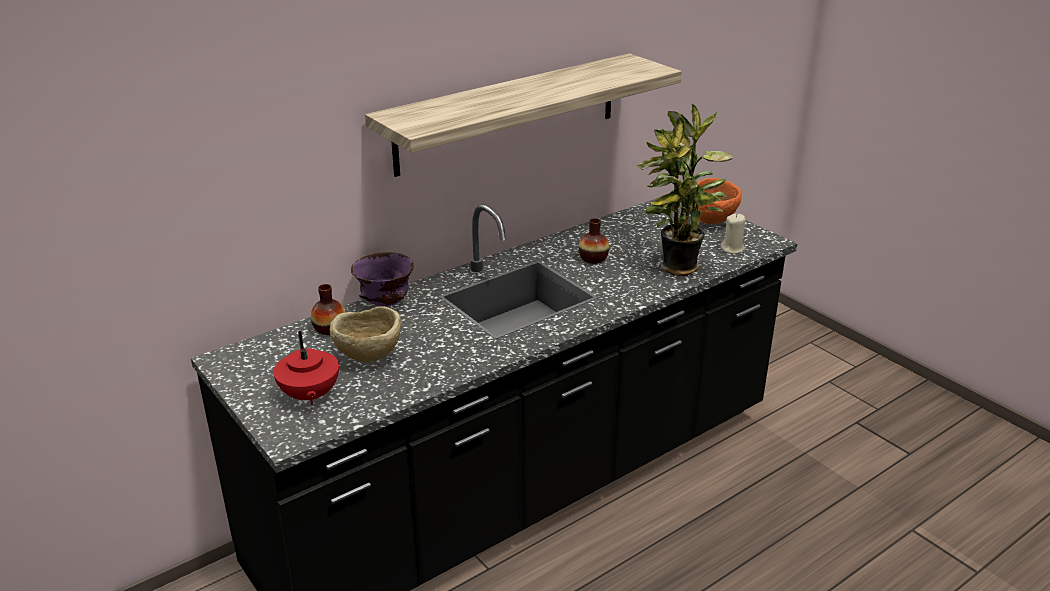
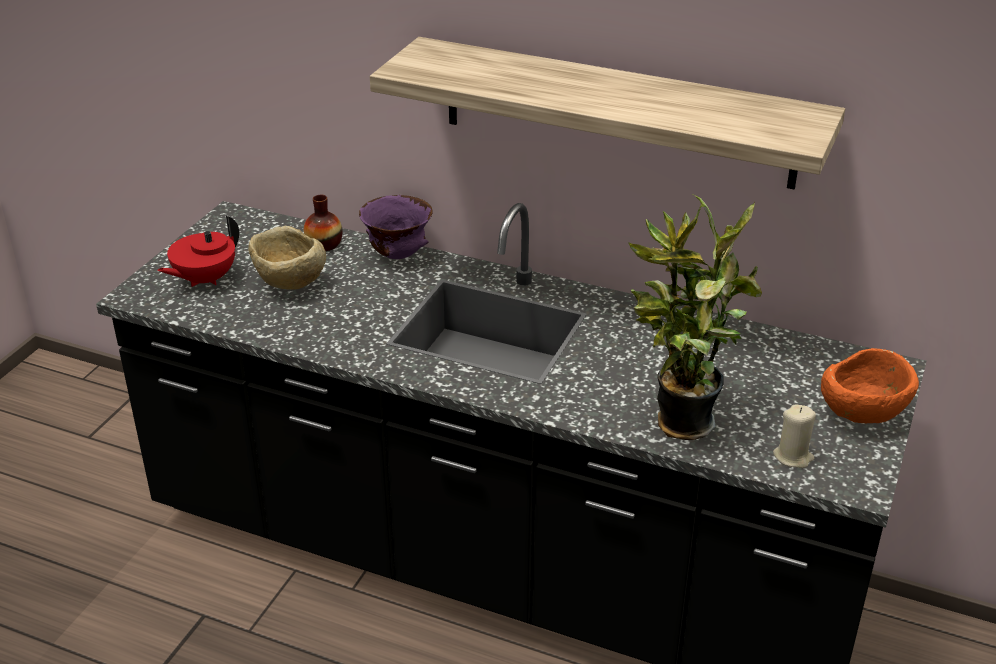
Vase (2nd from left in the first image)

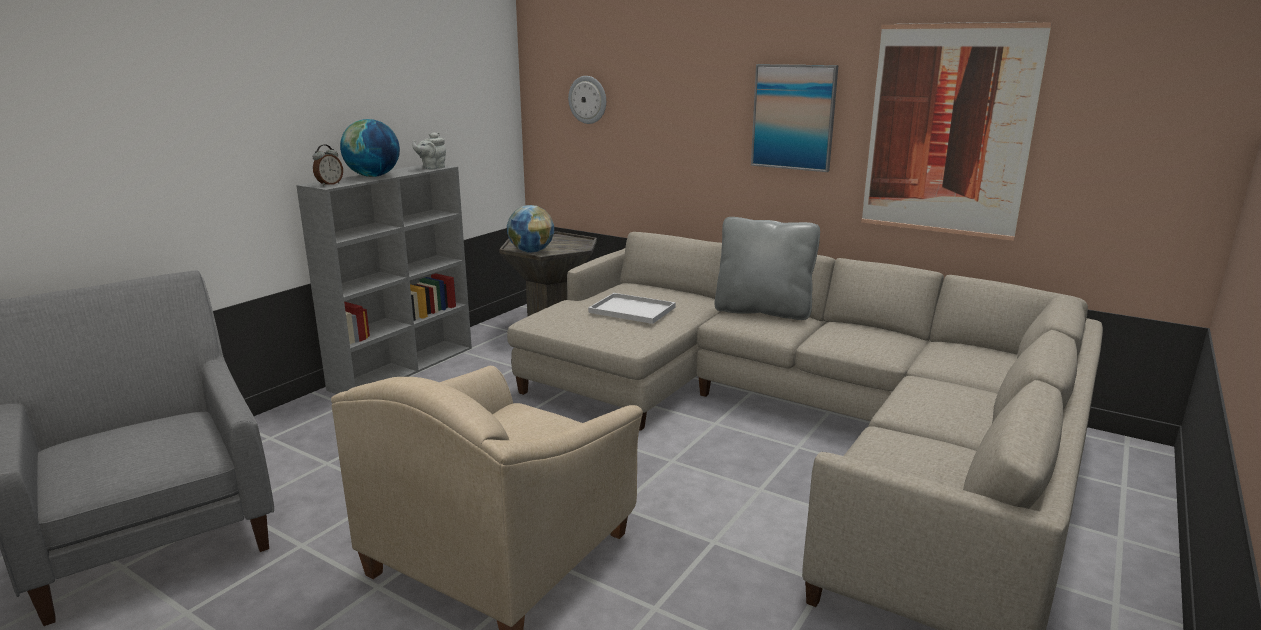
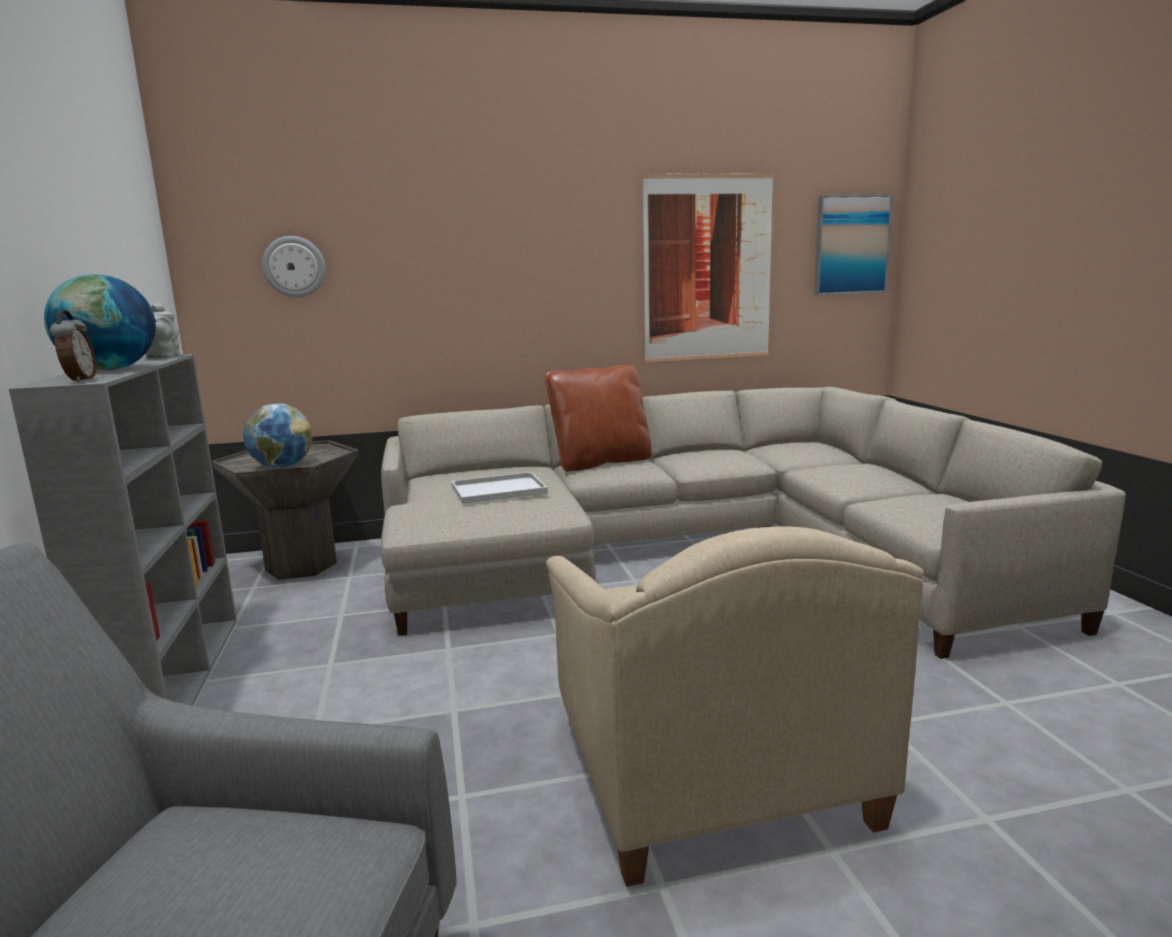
BrownPillow
Picture (2nd from left)

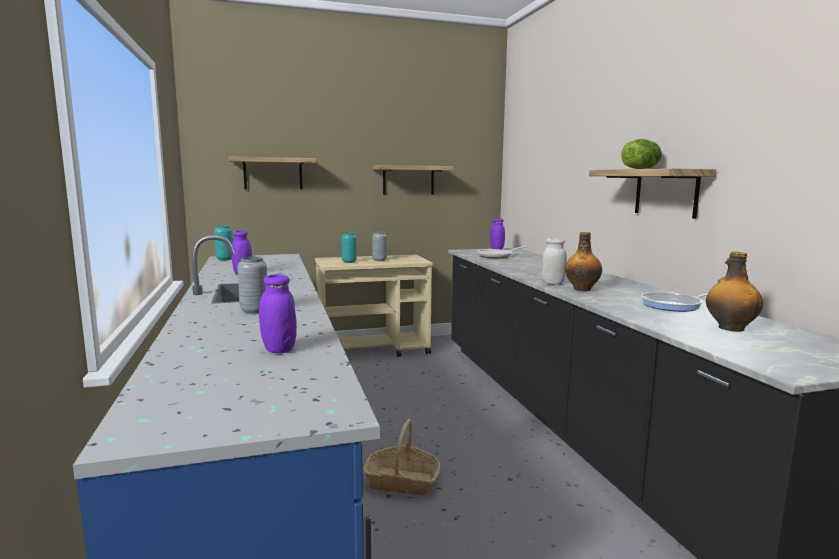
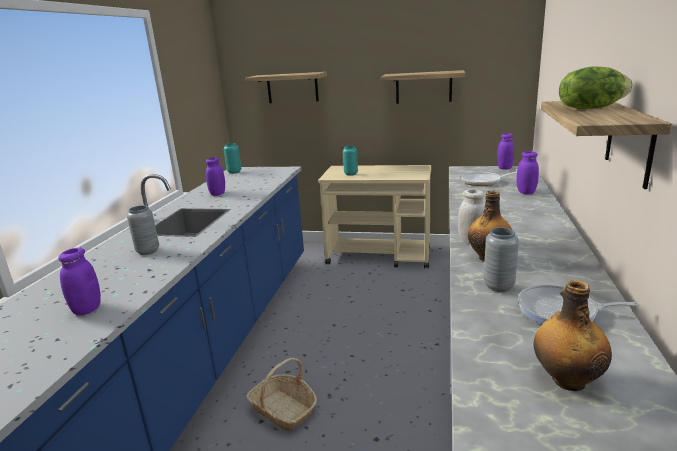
GreyVase (2nd from left)
PurpleJar (4th from left)

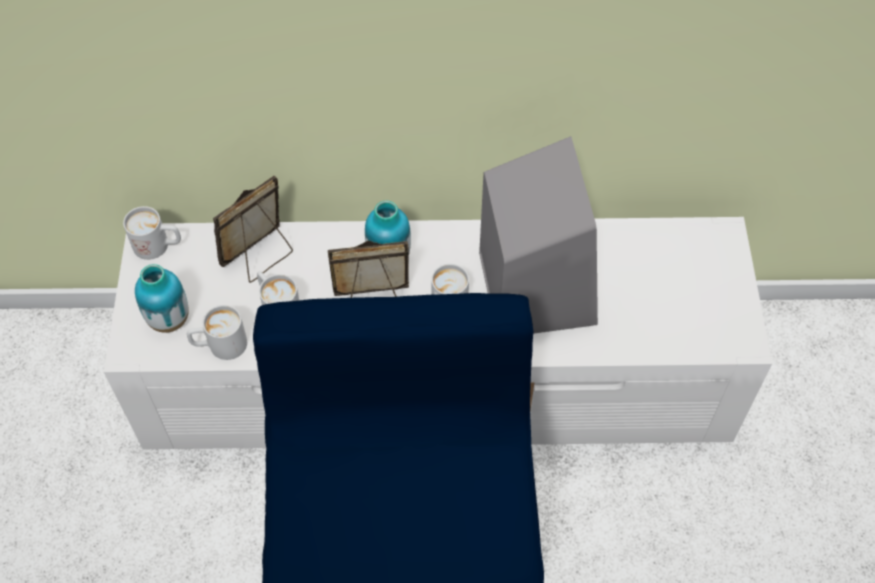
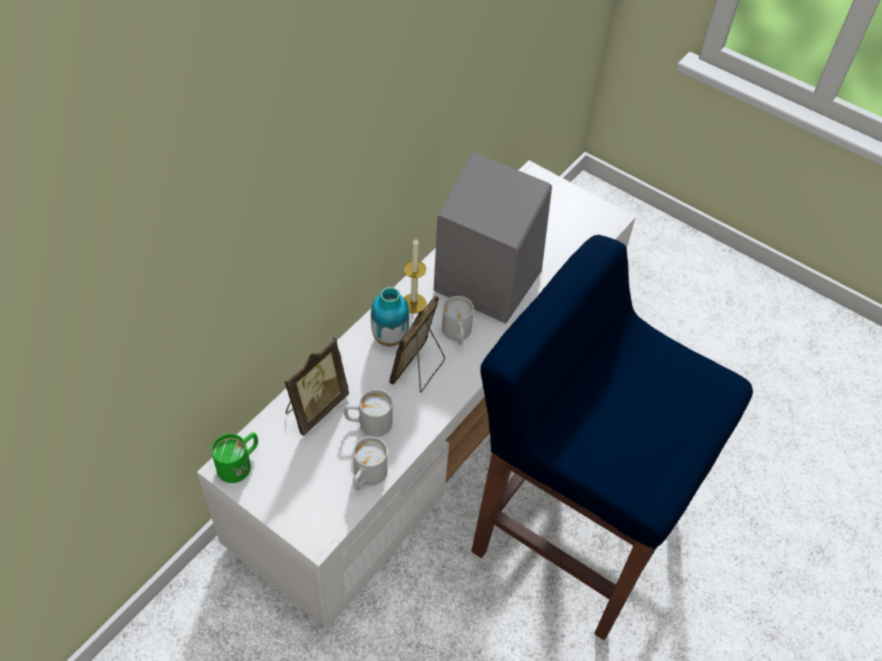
GreenMug
Vase (1st from left in the first image)
PictureFrame (1st from left)
Candle

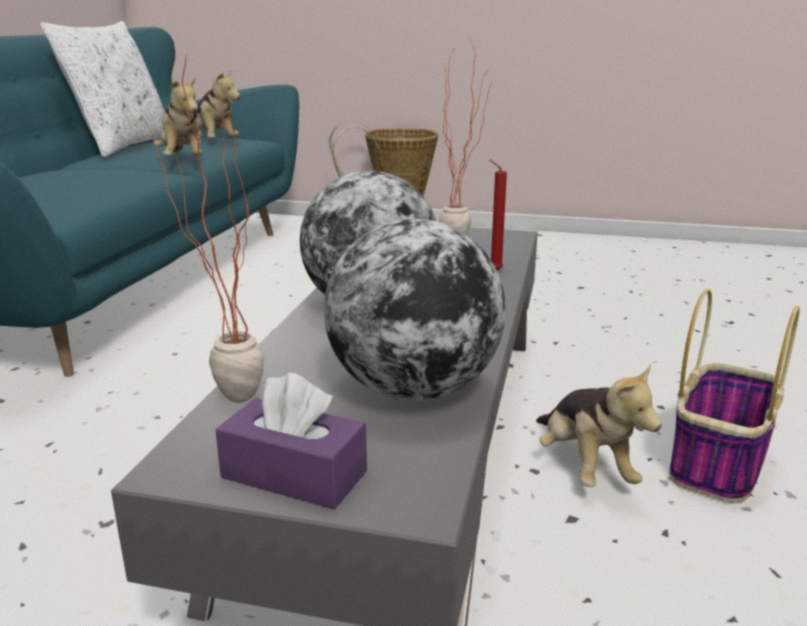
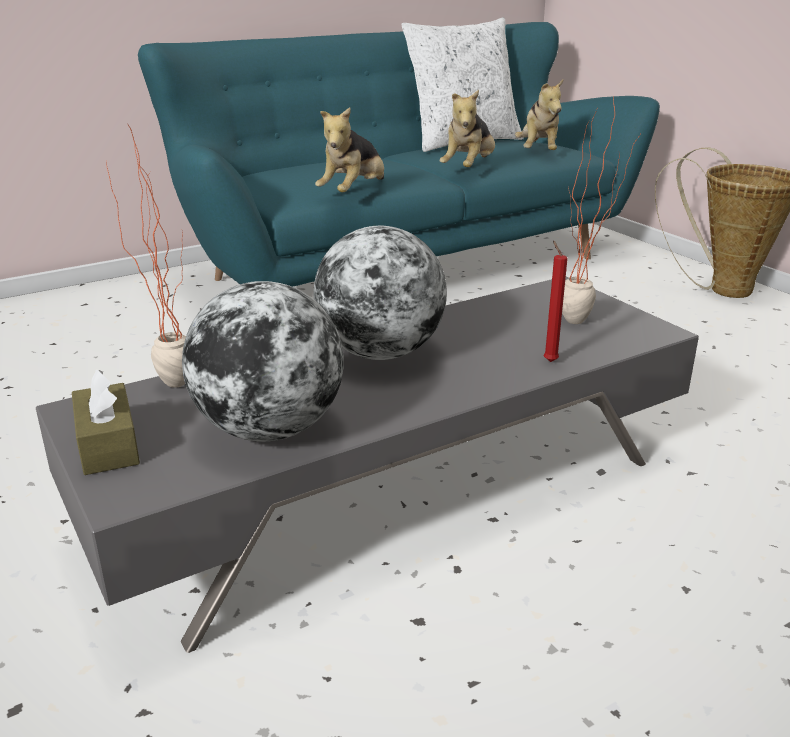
BrownTissueBox
PlushToy (1st from left)
Basket (2nd from left in the first image)

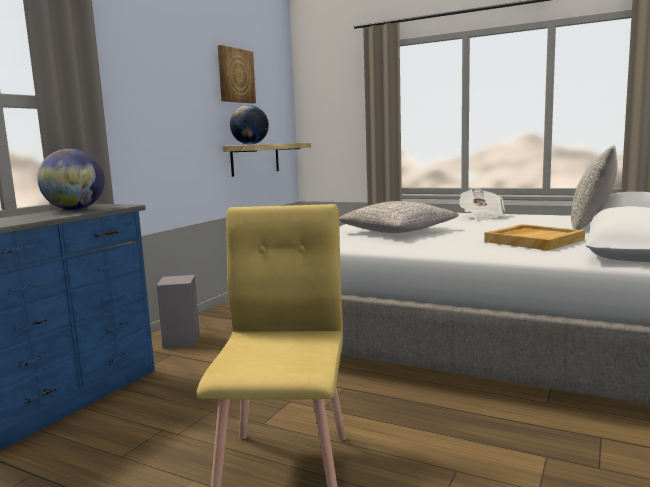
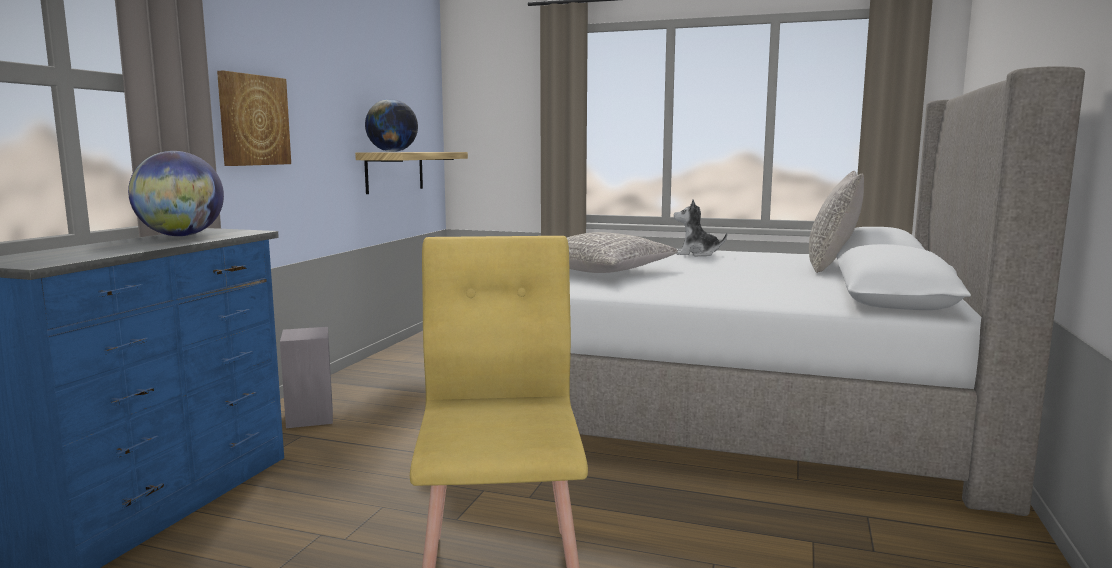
Picture
PlushToy
BeigeTray

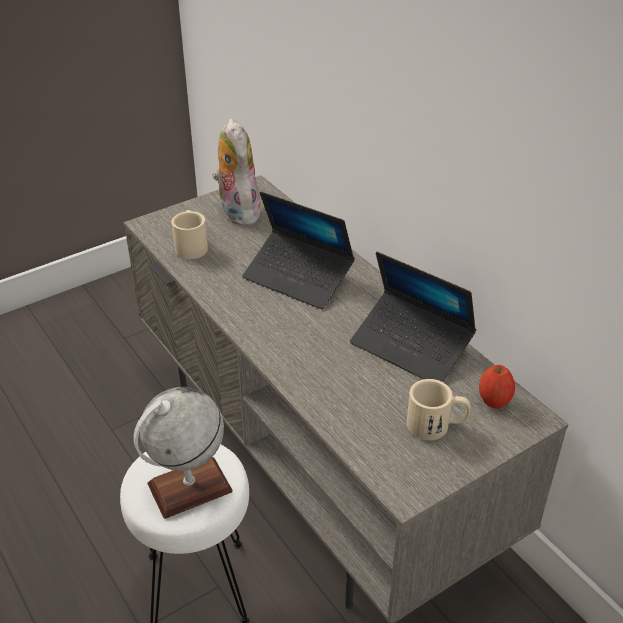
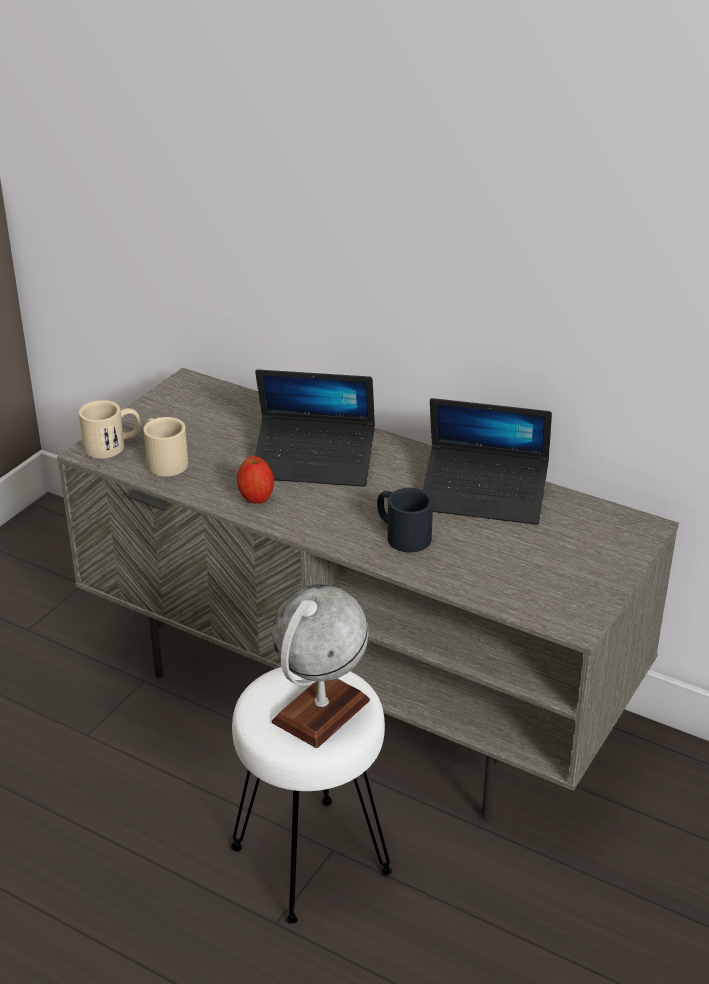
PlushToy
BeigeMug (1st from left)
Apple
BlackMug

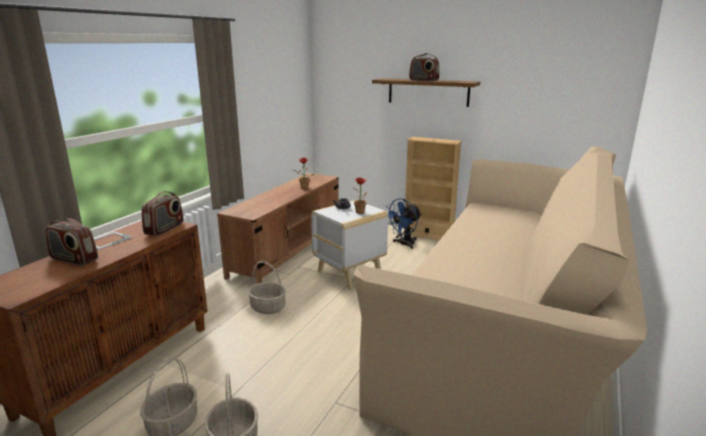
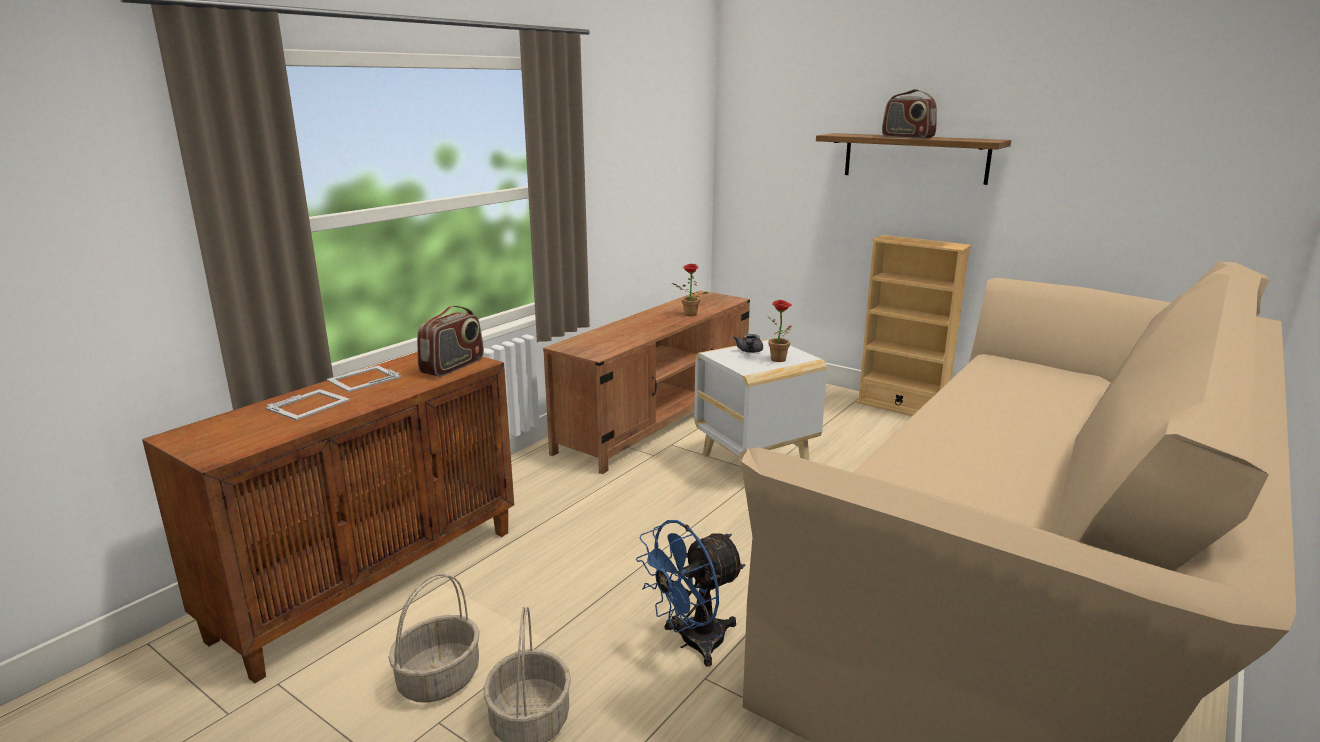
PictureFrame (1st from left)
Basket (3rd from left in the first image)
BlueFan

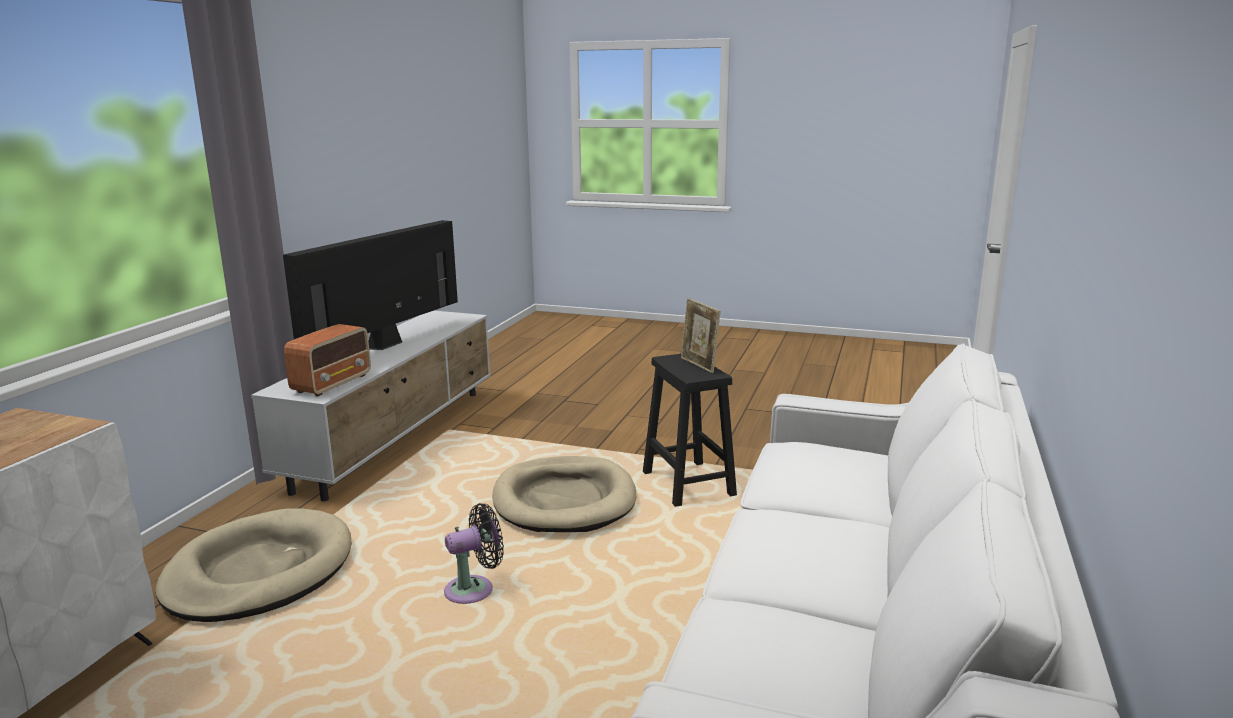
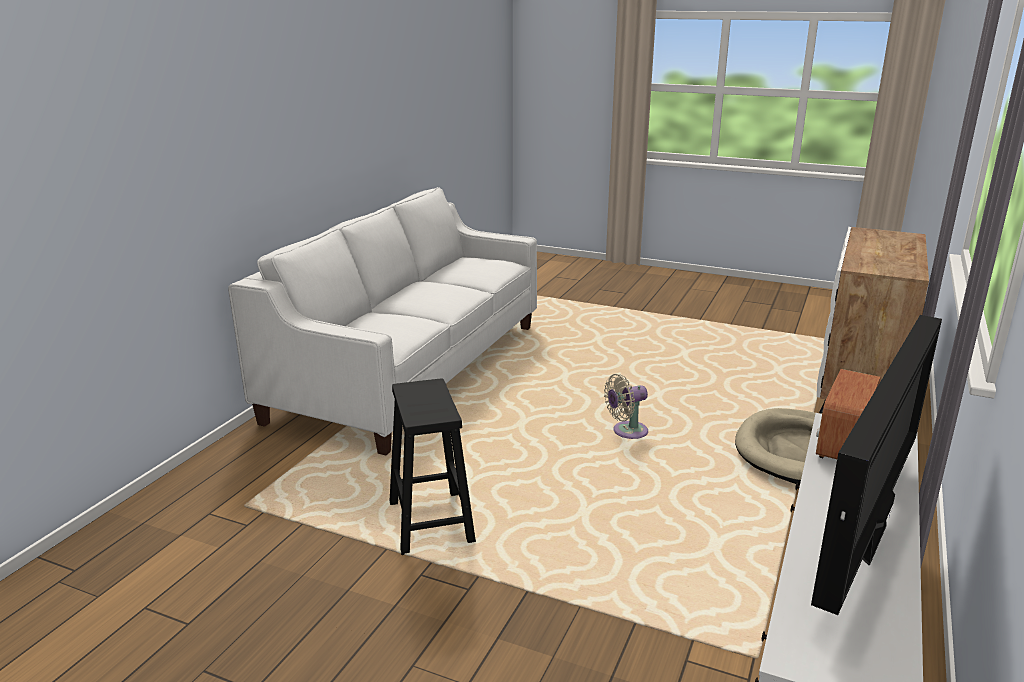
BeigeFan
BeigeDogBed (2nd from left in the first image)
PictureFrame

